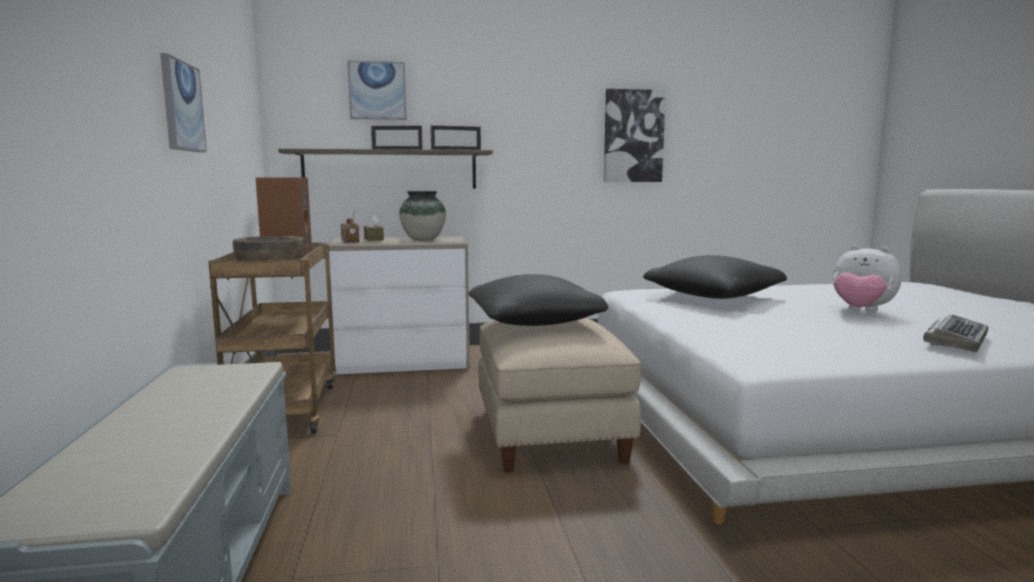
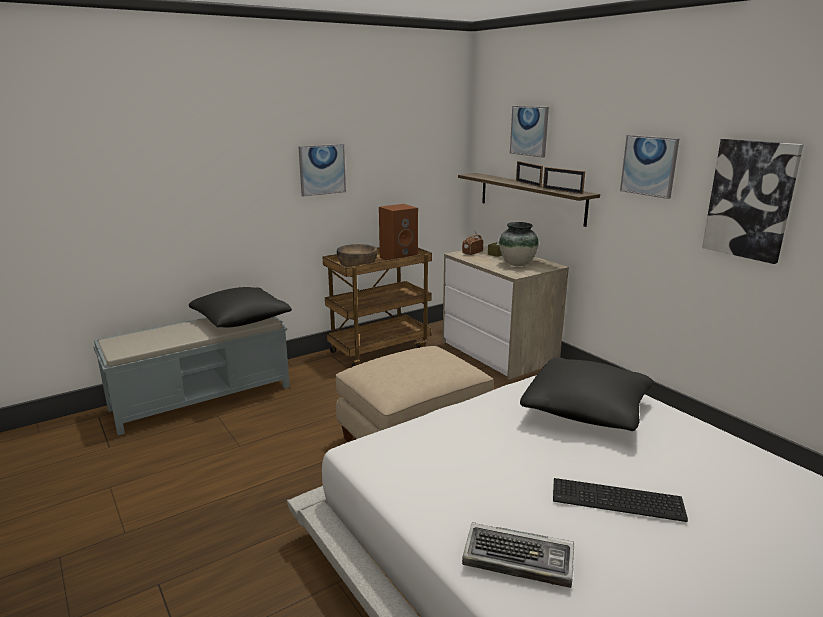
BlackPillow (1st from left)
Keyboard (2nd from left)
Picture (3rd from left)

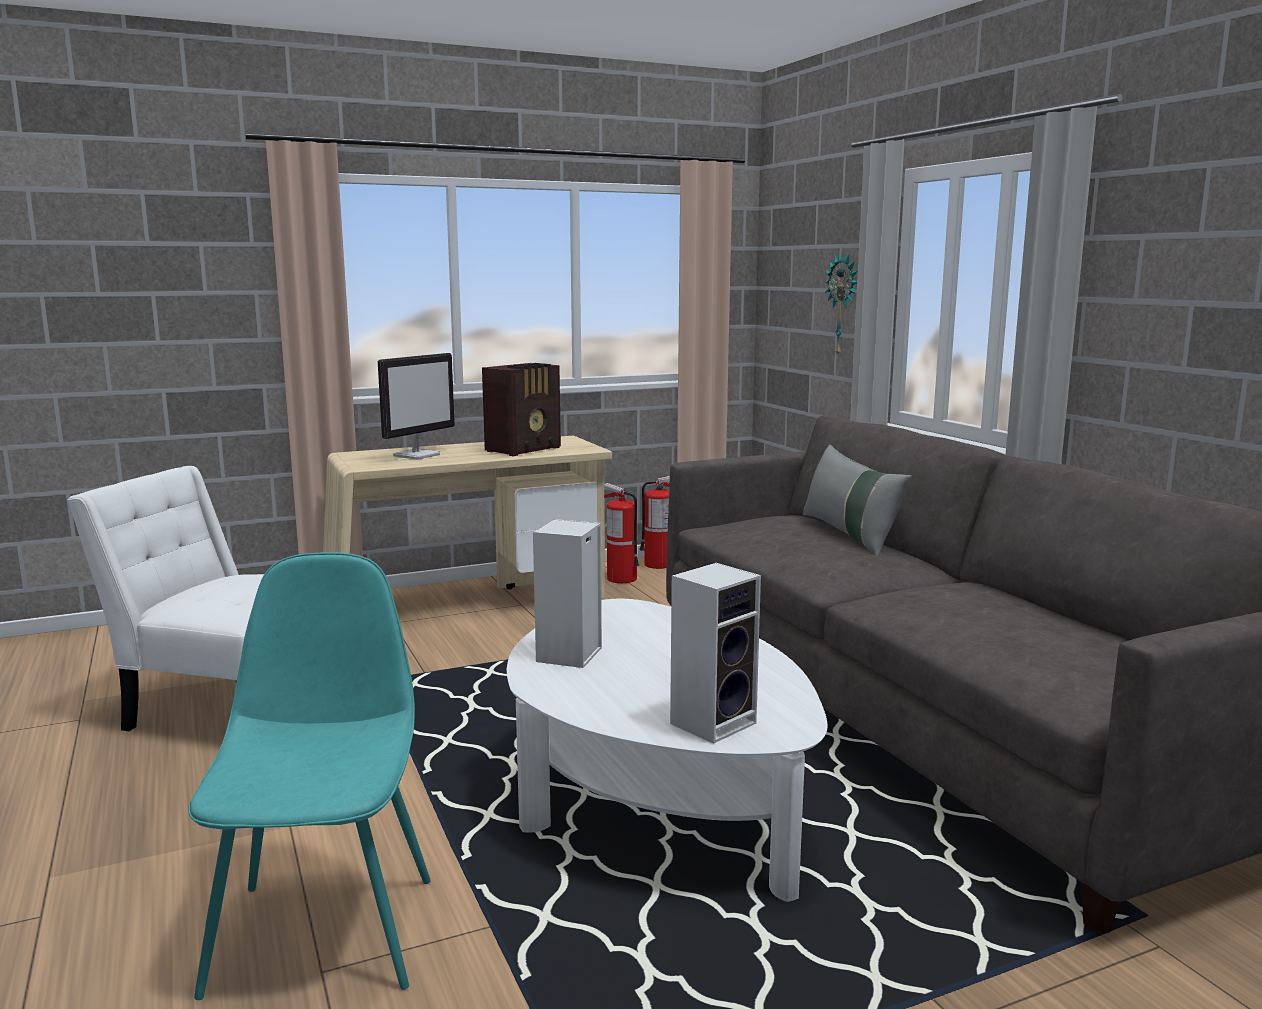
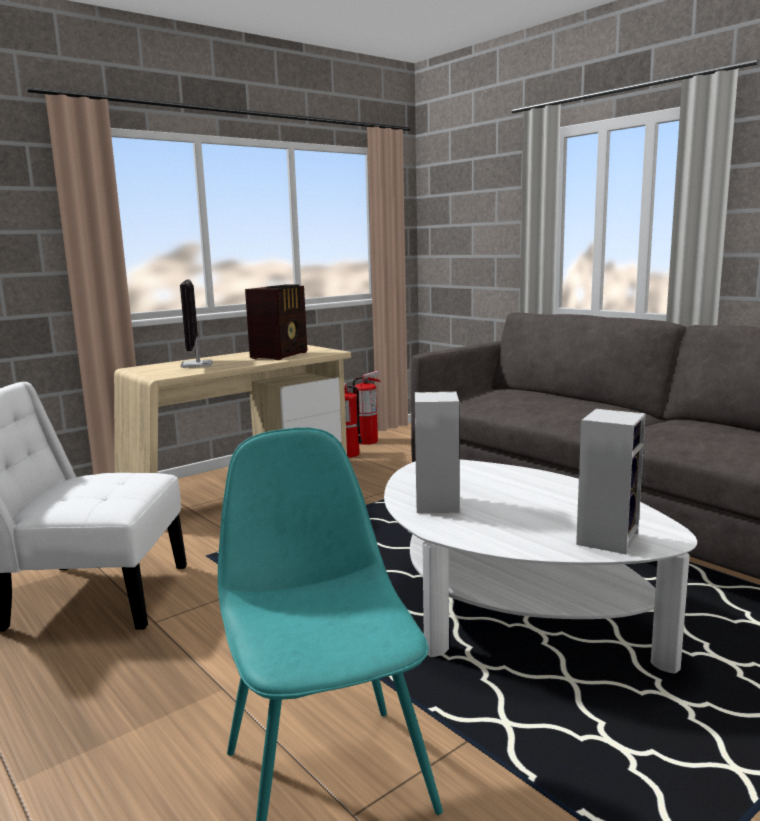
Monitor
GreyPillow
WallClock

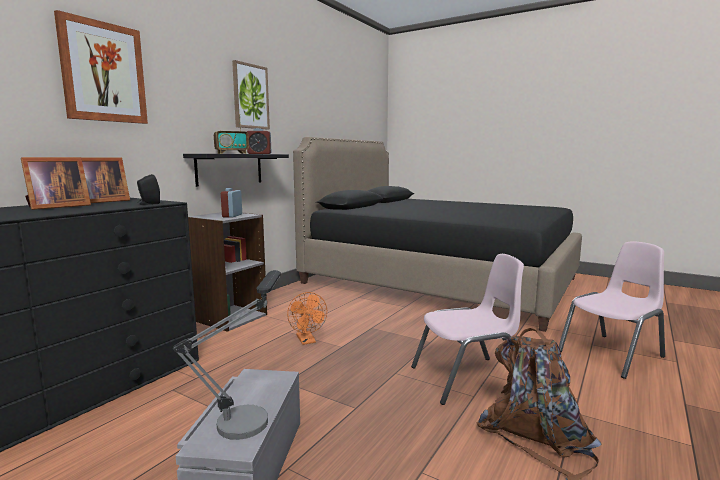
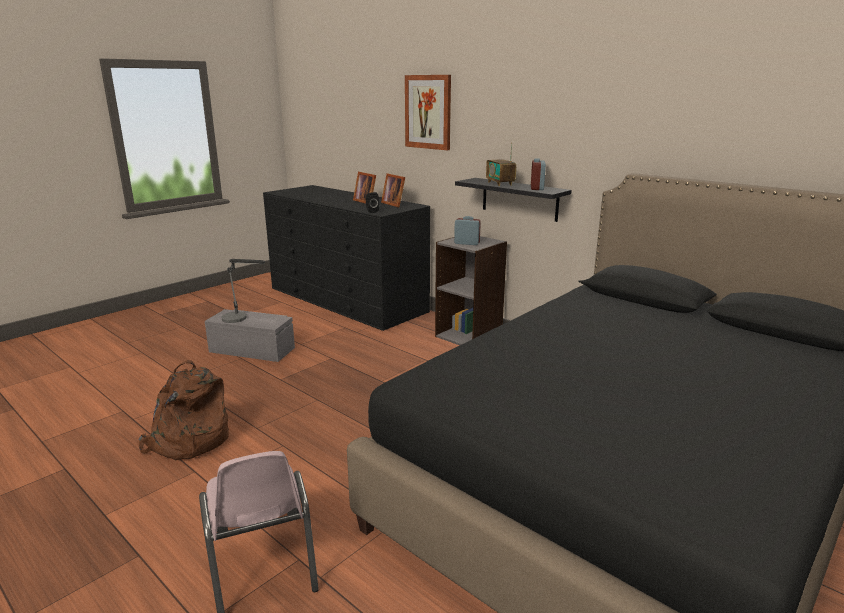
Picture (2nd from left in the first image)
OrangeFan
PinkChair (1st from left in the first image)

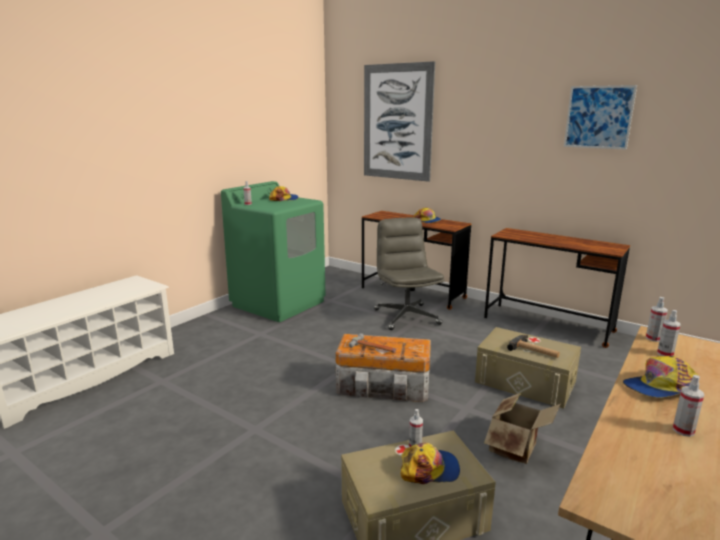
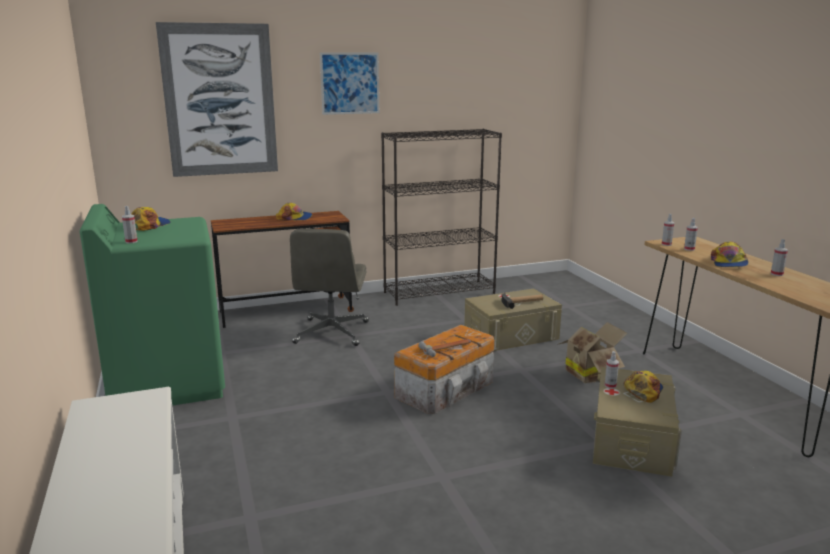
GreyOfficeChair
BlackBookcase
Picture (2nd from left)

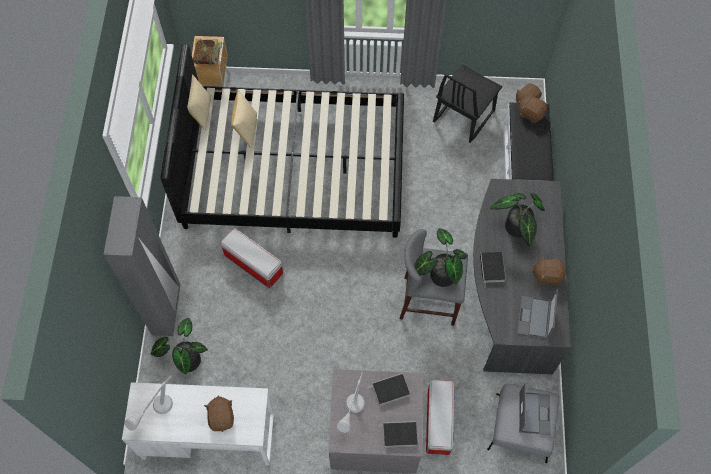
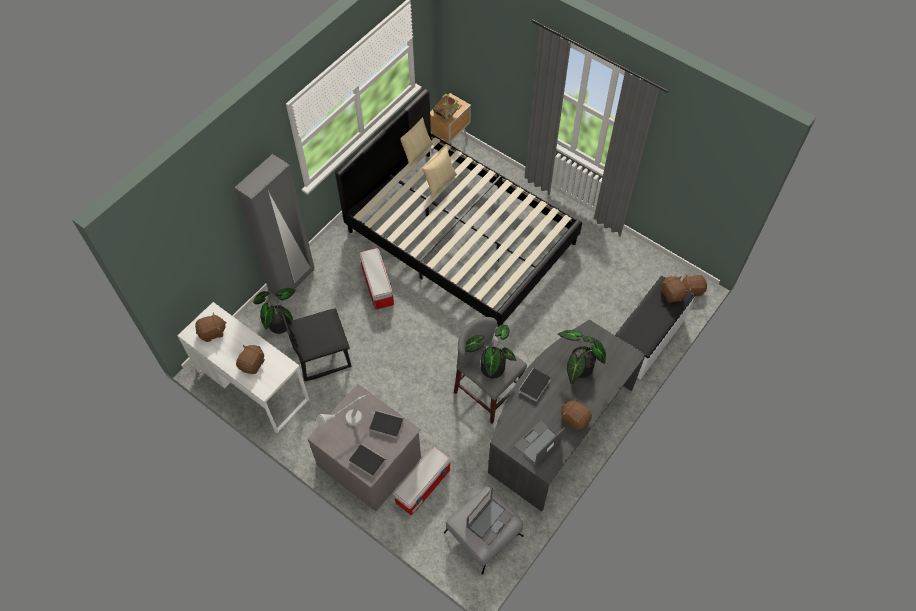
BrownPlushToy (1st from left)
BlackChair

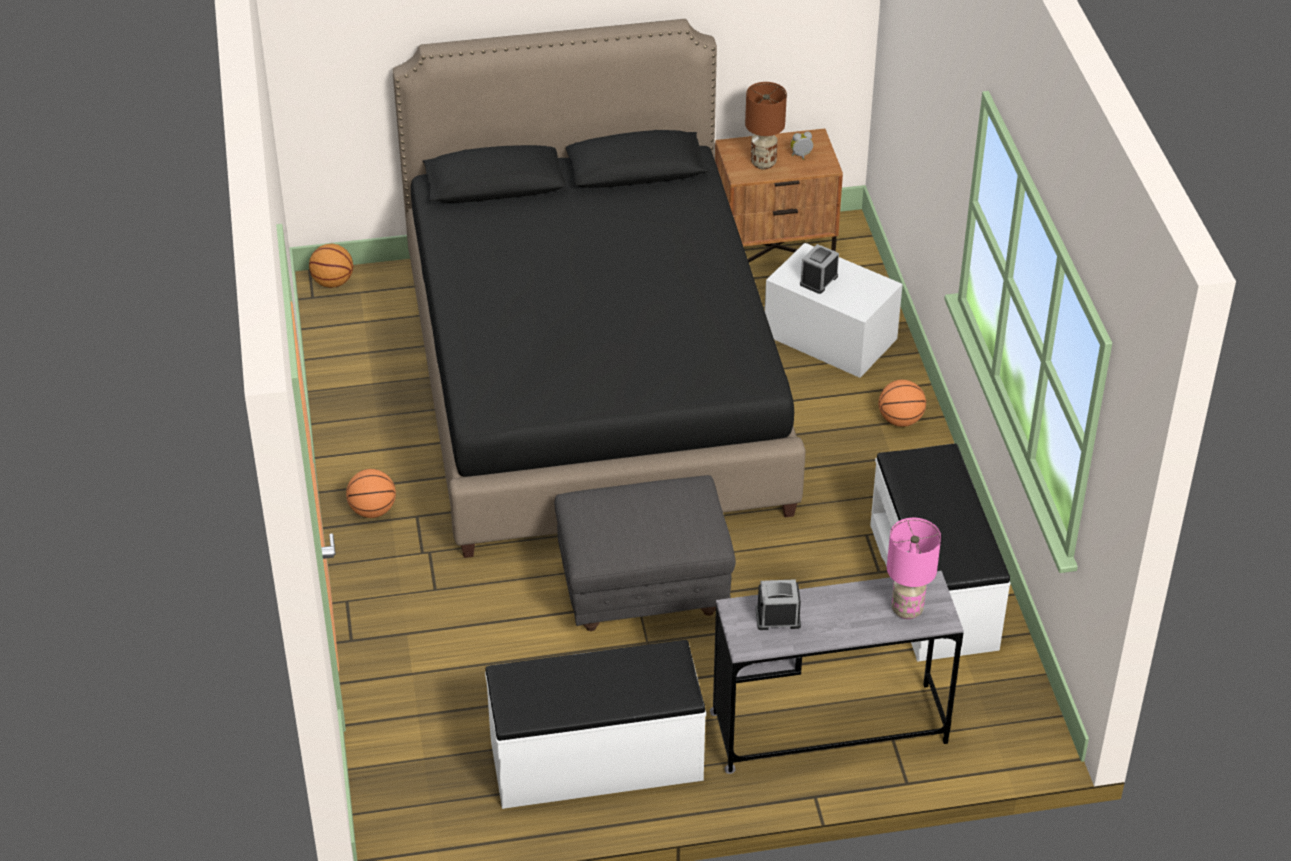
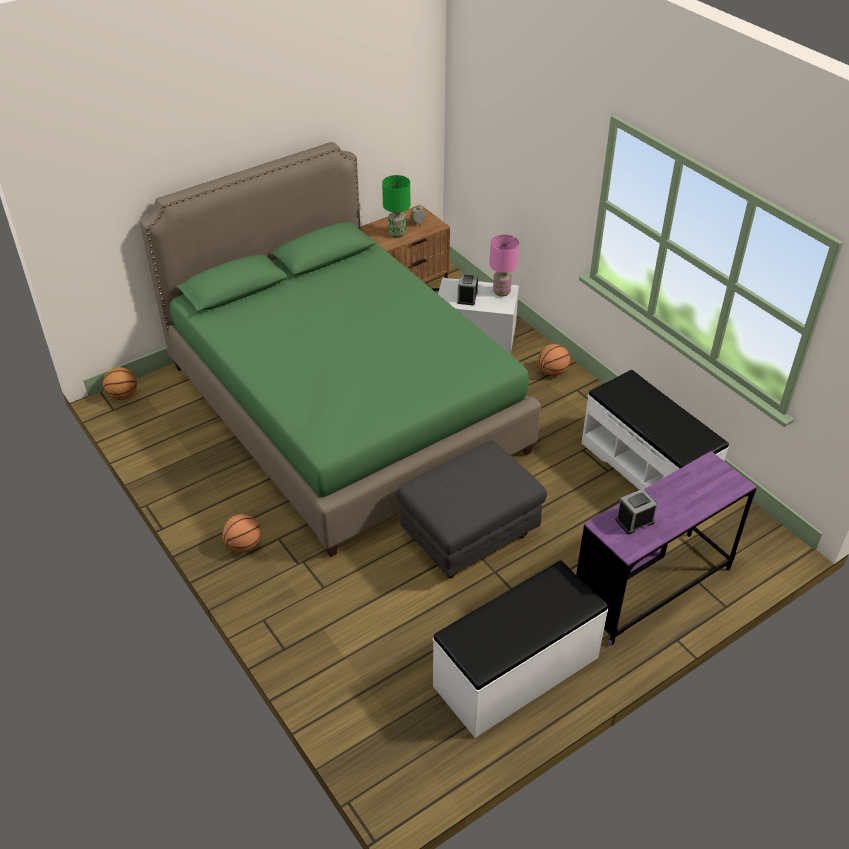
GreenBed
PurpleDesk
GreenTableLamp
PinkTableLamp

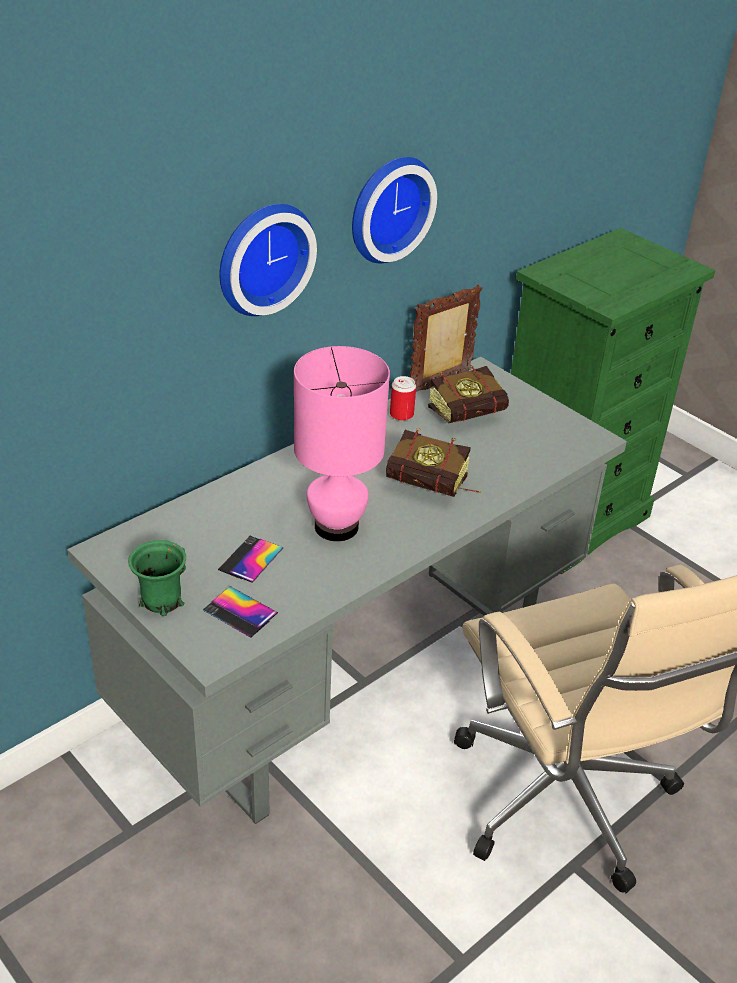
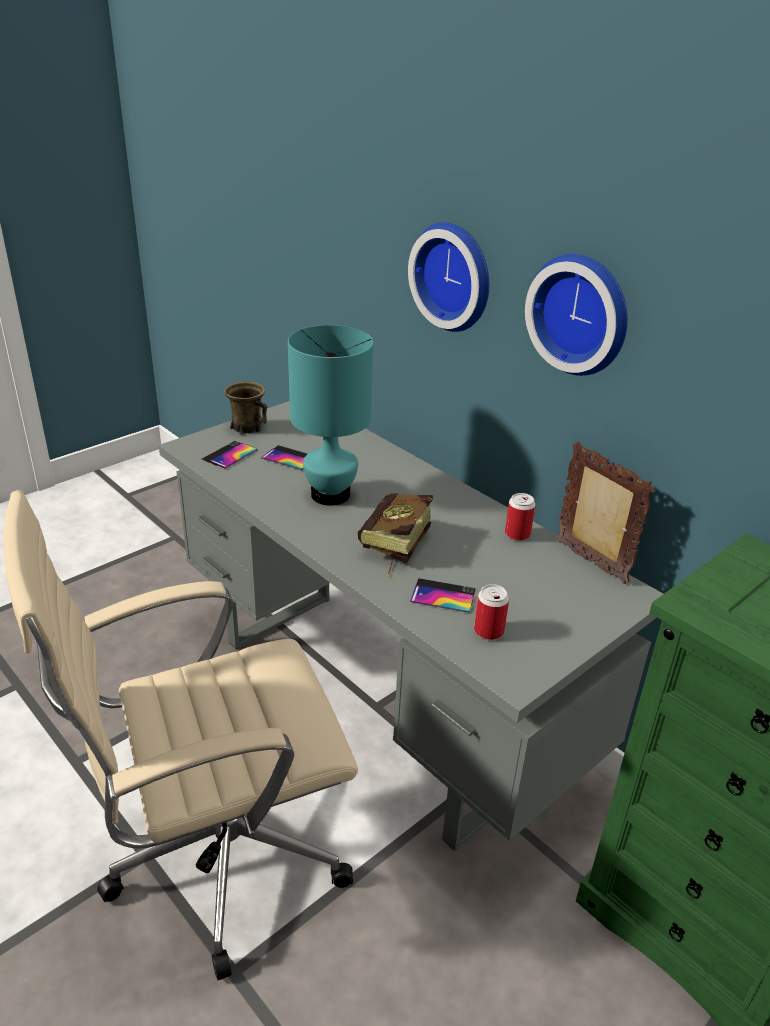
BrownMug
TurquoiseTableLamp
Book (2nd from left in the first image)
Phone (3rd from left)
Can (1st from left)

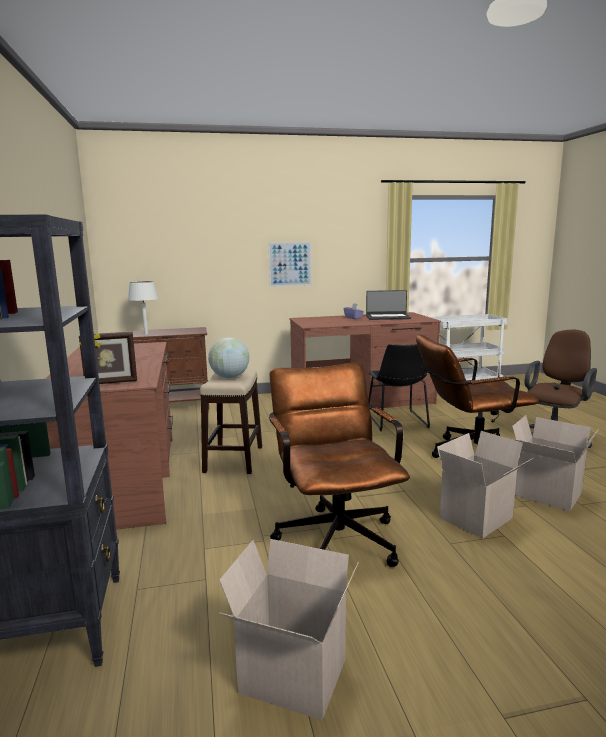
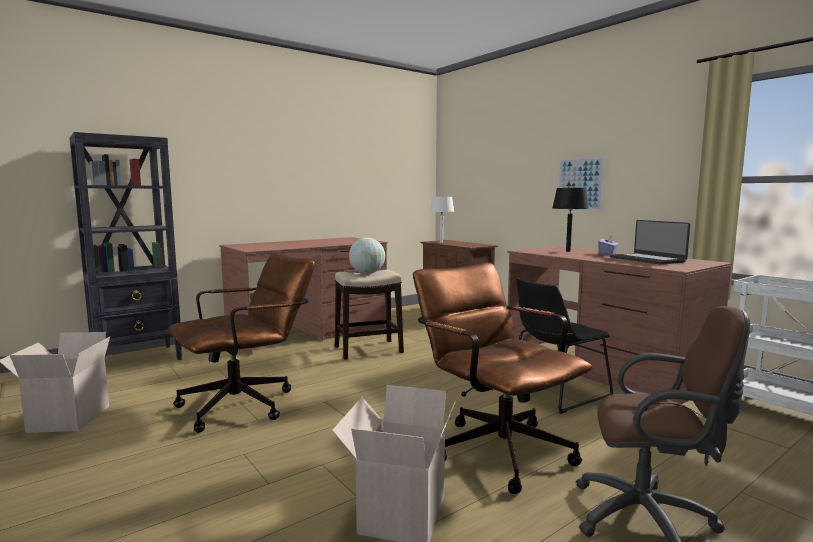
PictureFrame
CardboardBox (2nd from left in the first image)
BlackTableLamp

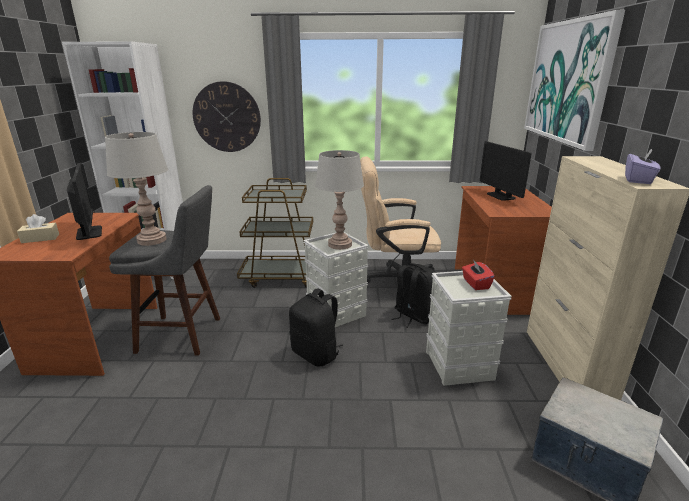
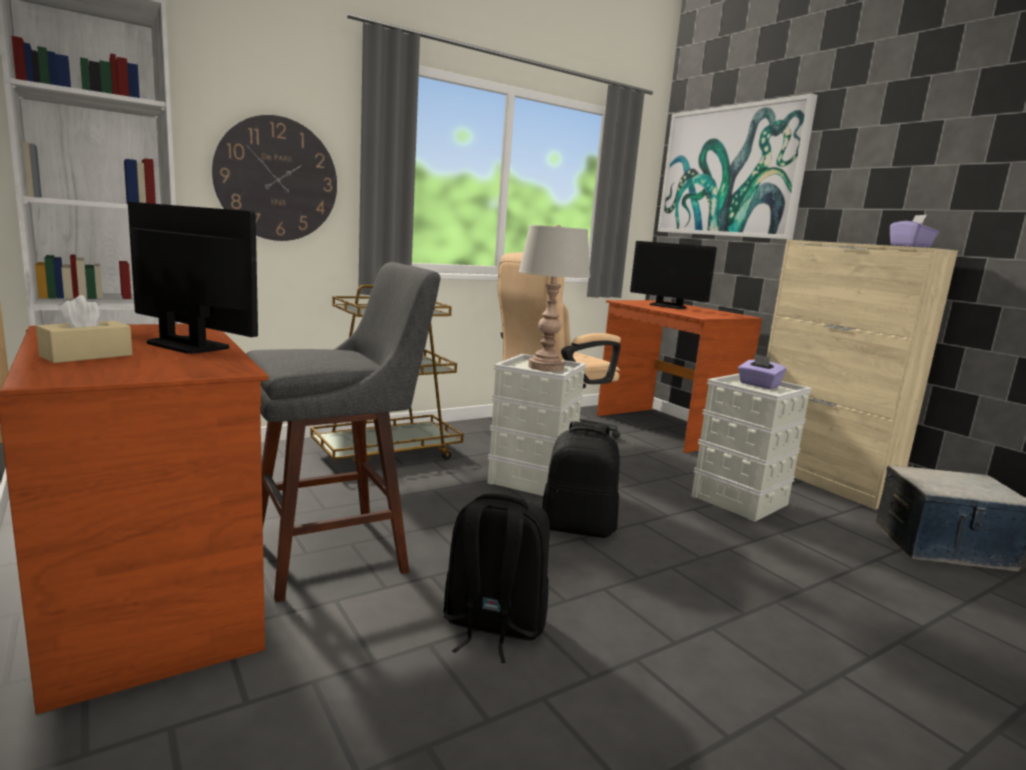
GreyTableLamp (1st from left in the first image)
BlackBackpack (1st from left)
PurpleTissueBox (1st from left)

